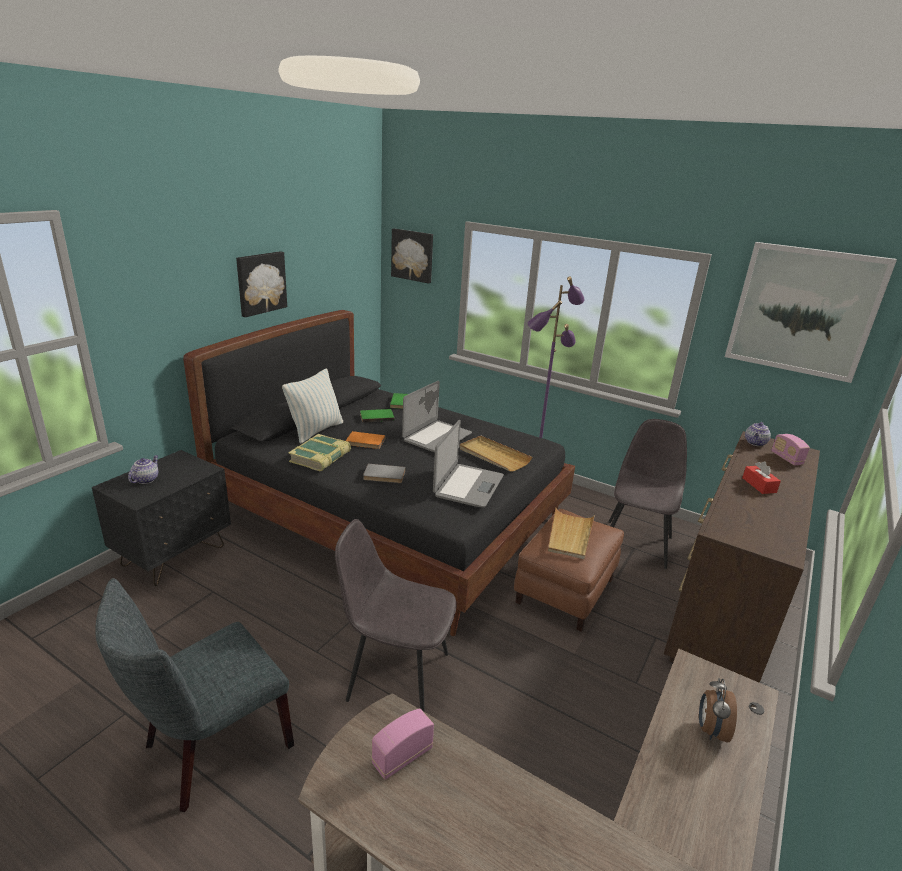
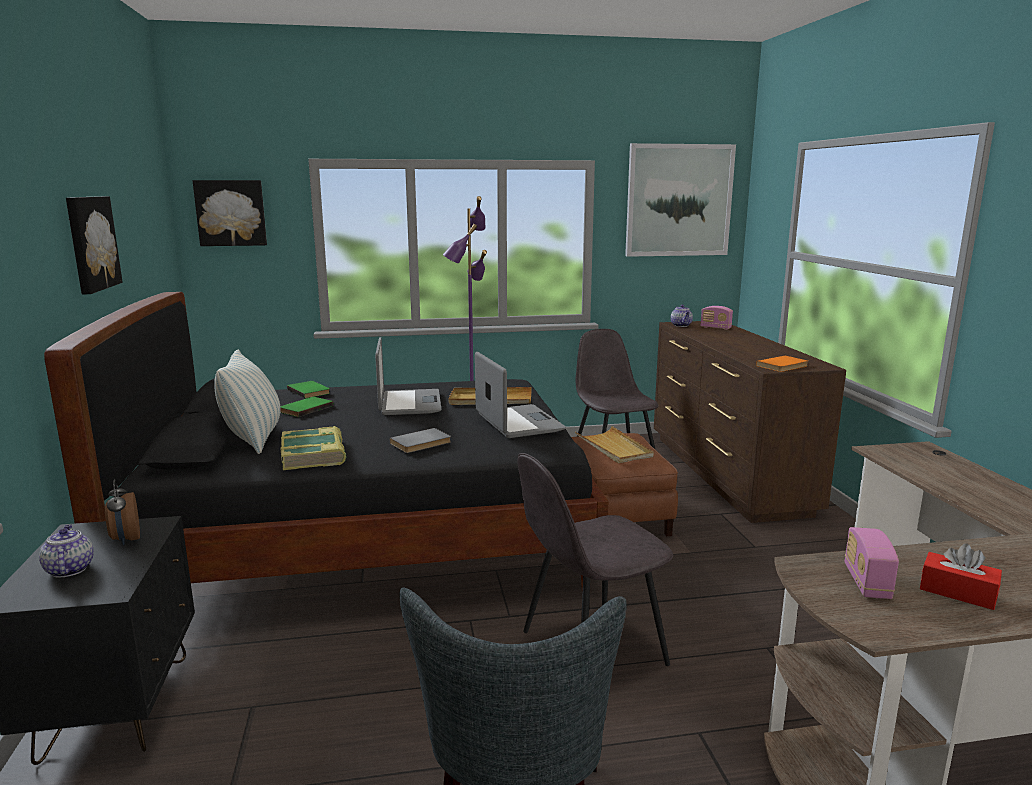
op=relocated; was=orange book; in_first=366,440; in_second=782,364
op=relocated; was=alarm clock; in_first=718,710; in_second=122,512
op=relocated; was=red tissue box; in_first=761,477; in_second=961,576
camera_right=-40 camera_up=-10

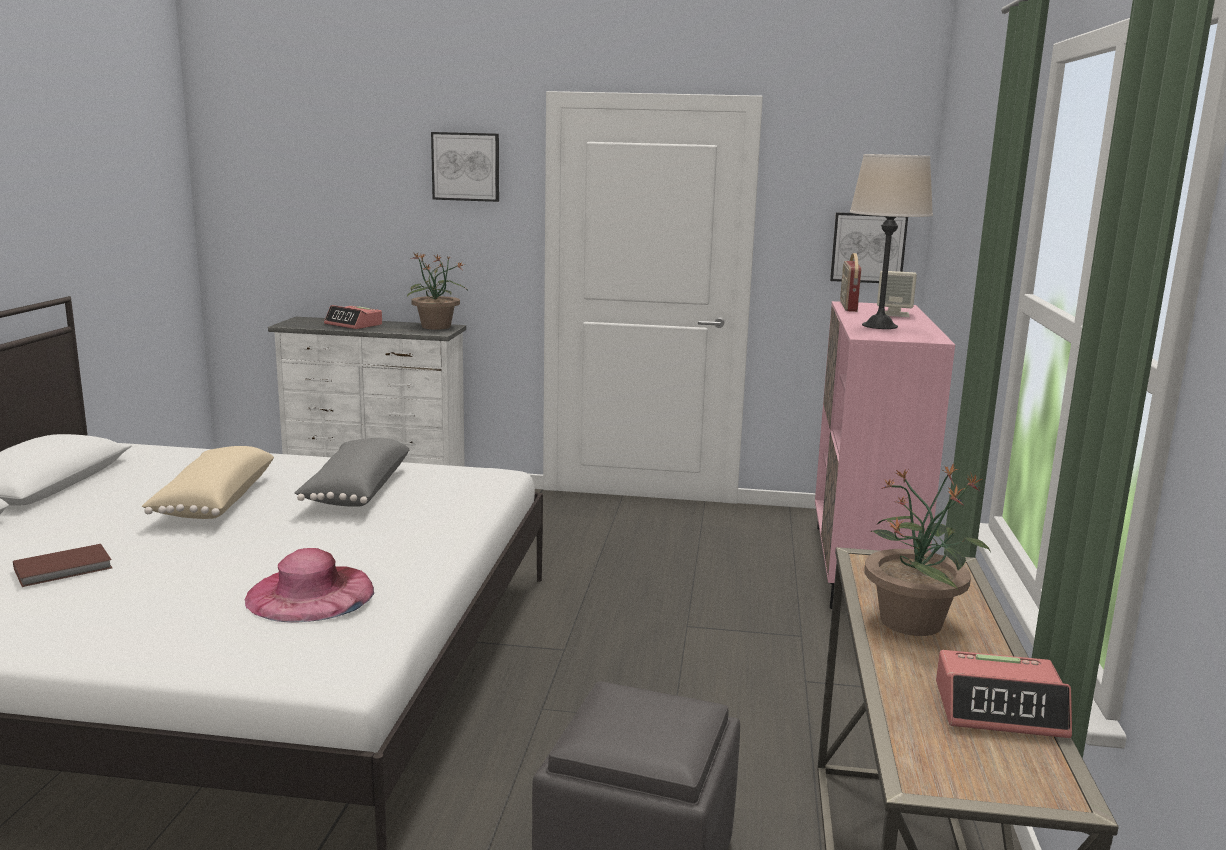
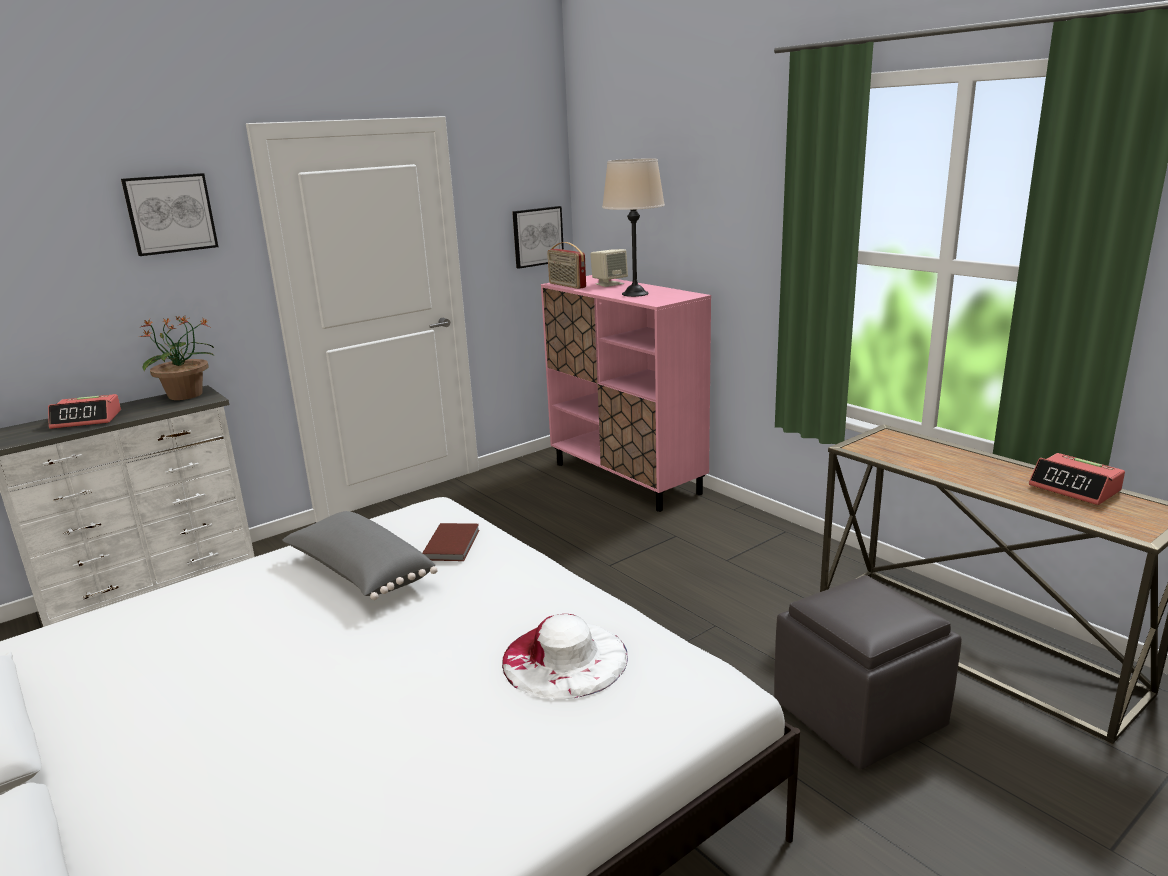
op=relocated; was=brown book; in_first=62,565; in_second=450,542
op=missing; was=beige pillow; in_first=208,482
op=colour; was=pink hat; now=white hat; in_first=309,585; in_second=565,657
op=missing; was=potted plant; in_first=928,549
op=spun; was=alarm clock; in_first=1004,694; in_second=1077,479; clockwise=90
camera_right=-45 camera_up=5

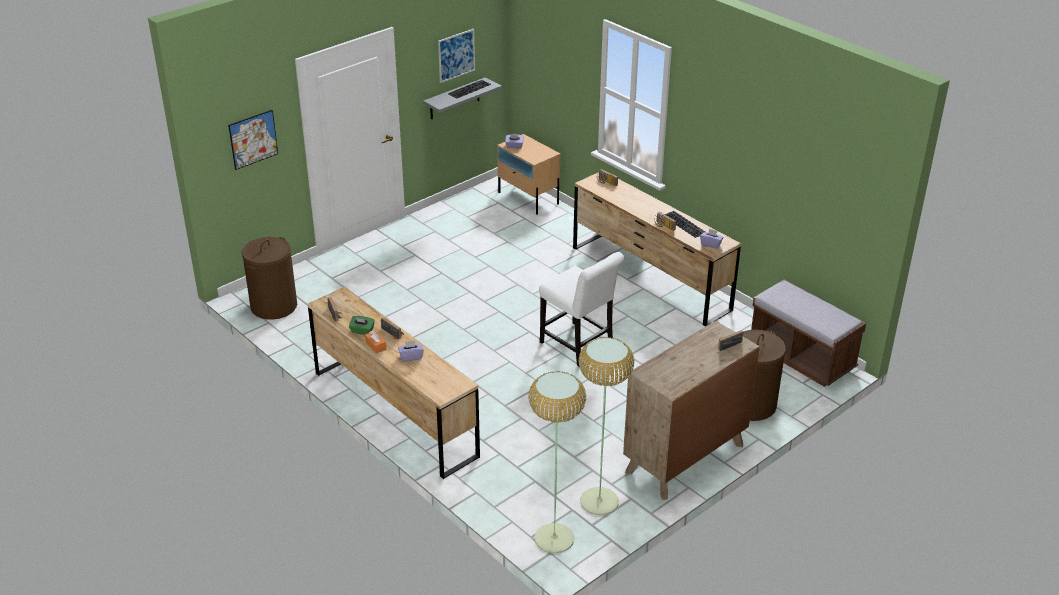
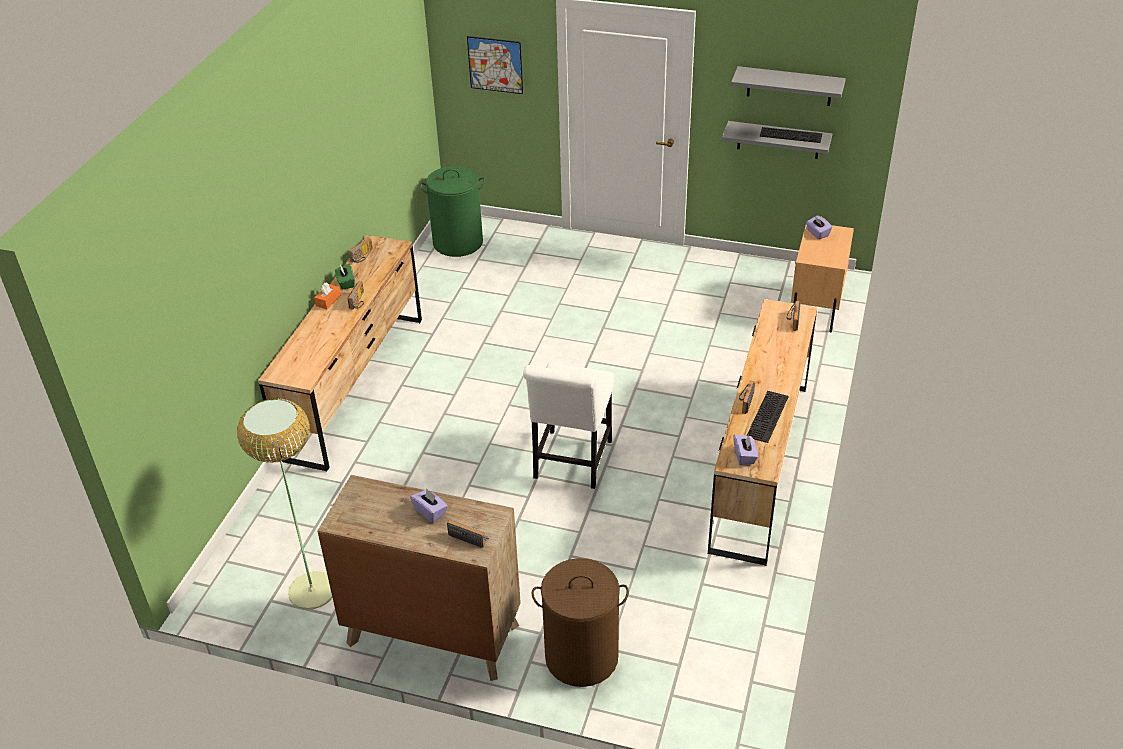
op=colour; was=brown laundry basket; now=green laundry basket; in_first=269,278; in_second=452,211
op=relocated; was=purple tissue box; in_first=411,351; in_second=429,506
op=exchanged; was=picture; now=grey shelf; in_first=456,56; in_second=788,86
op=missing; was=floor lamp; in_first=557,462
op=missing; was=brown bench; in_first=808,333
camera_right=60 camera_up=5

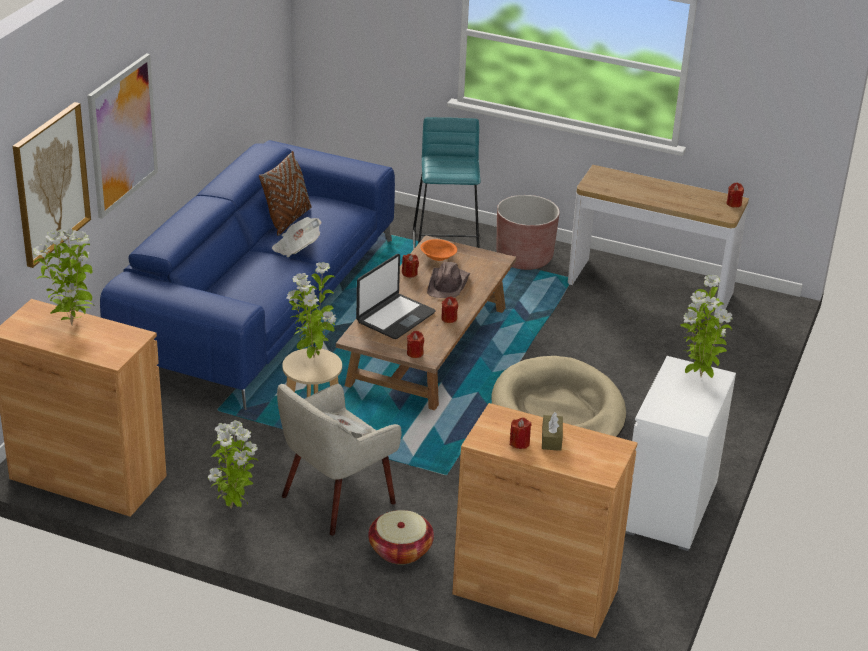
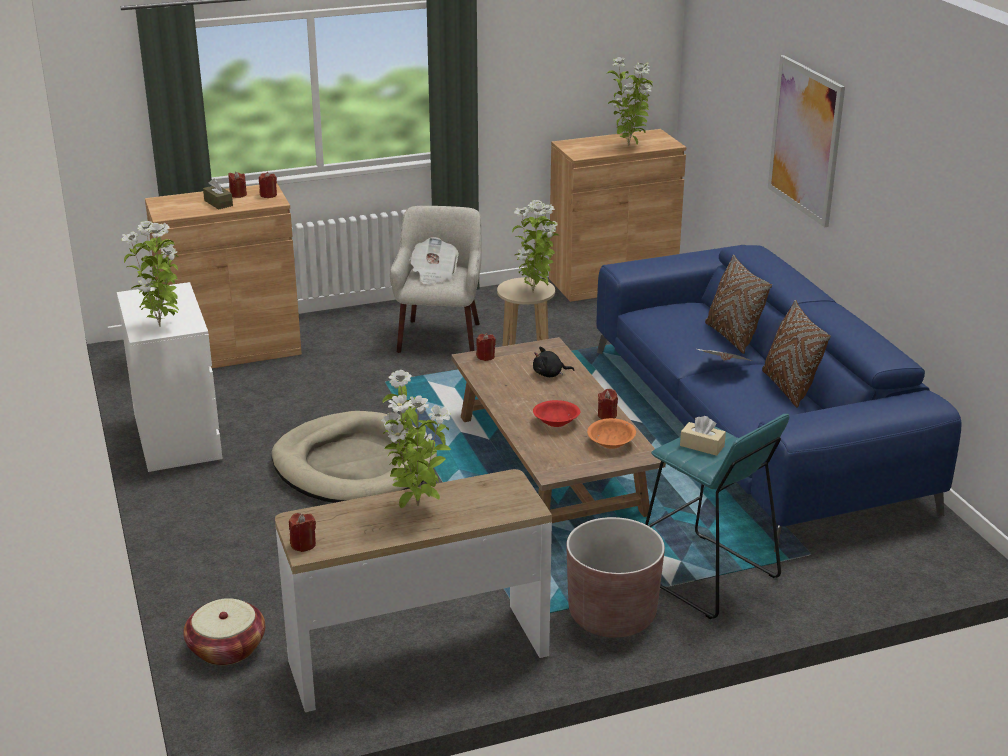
op=missing; was=picture; in_first=52,185
op=relocated; was=potted plant; in_first=233,464; in_second=416,439
op=exchanged; was=laptop; now=black plush toy; in_first=396,296; in_second=553,362
op=relocated; was=basket; in_first=401,537; in_second=224,631
op=exchanged; was=brown hat; now=red bowl; in_first=449,280; in_second=556,413
op=relocated; was=red candle; in_first=449,310; in_second=268,185
op=appeared; now=beige tissue box; in_second=703,436
op=appeared; now=brown pillow; in_second=738,304
camera_right=140 camera_up=-5

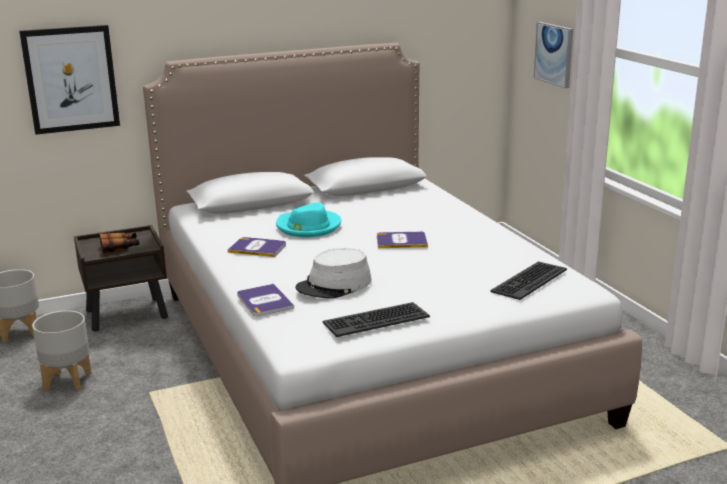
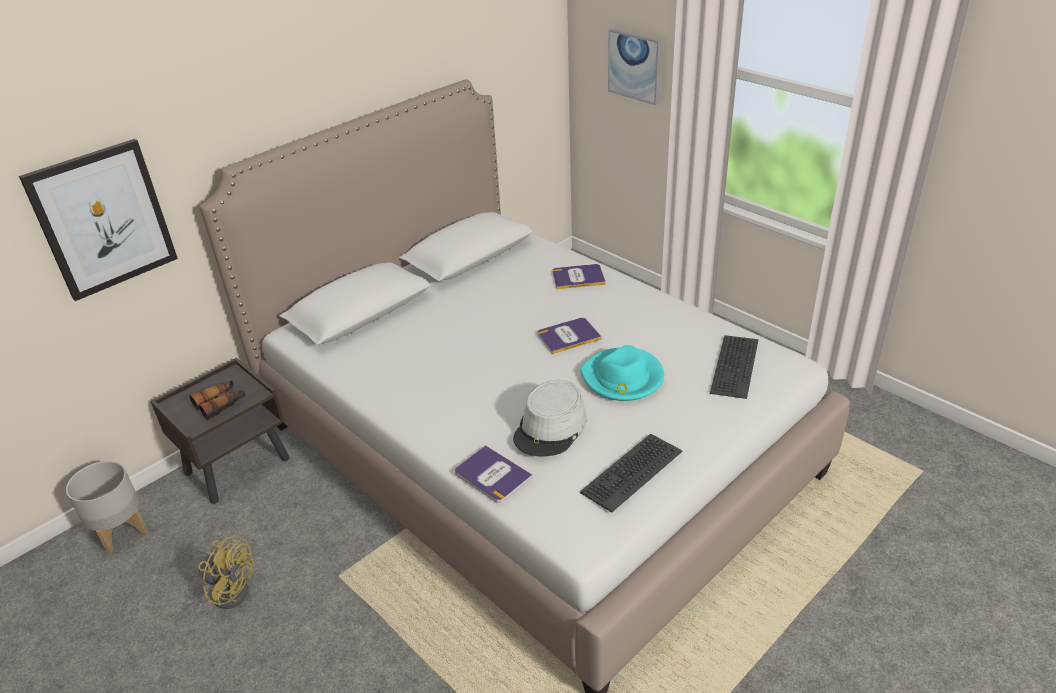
op=exchanged; was=grey planter; now=yellow fan; in_first=61,350; in_second=224,572
op=relocated; was=book; in_first=257,247; in_second=579,276
op=relocated; was=turquoise hat; in_first=308,219; in_second=622,373
camera_right=-20 camera_up=15

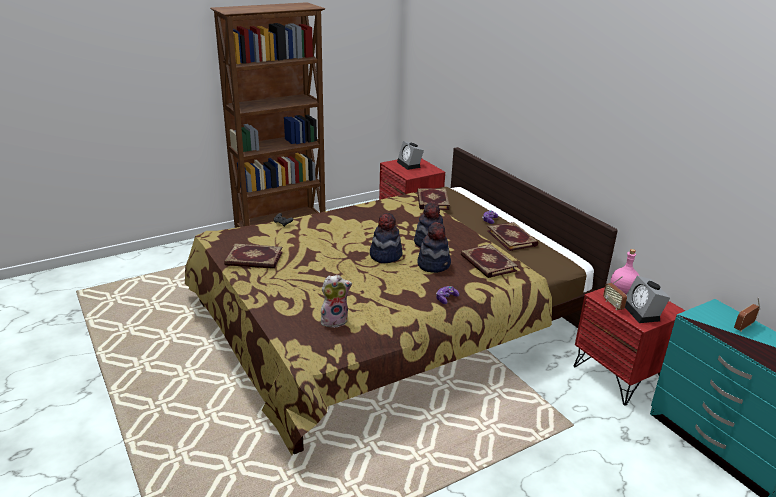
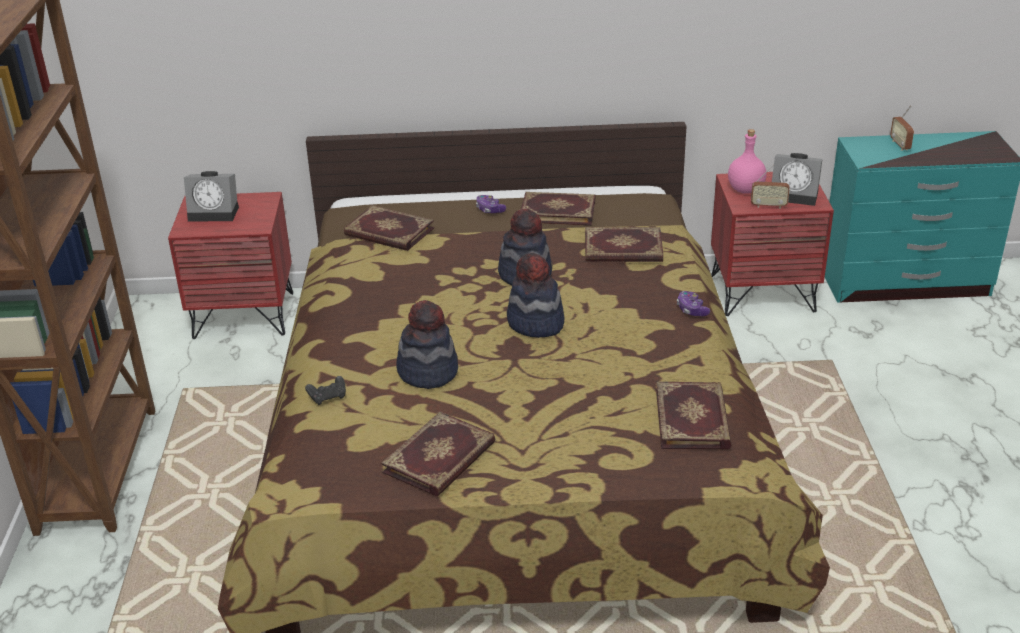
op=exchanged; was=plush toy; now=book; in_first=336,301; in_second=693,415
op=relocated; was=hat; in_first=434,247; in_second=427,344
camera_right=-60 camera_up=5

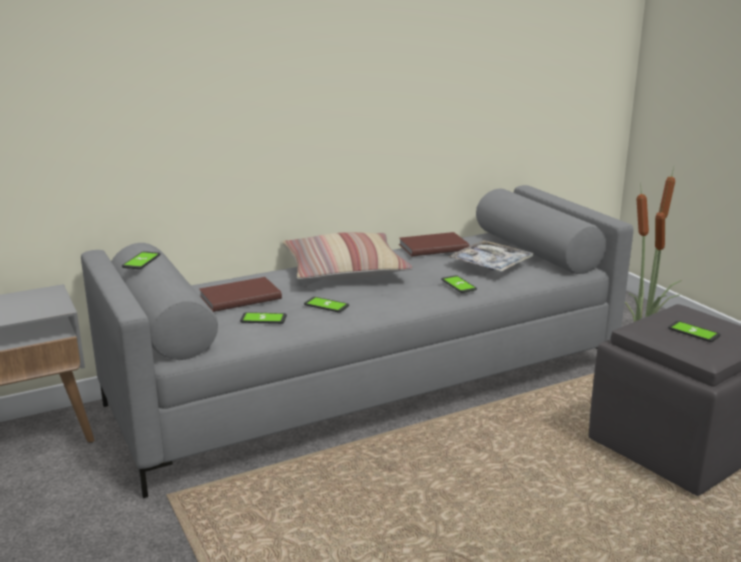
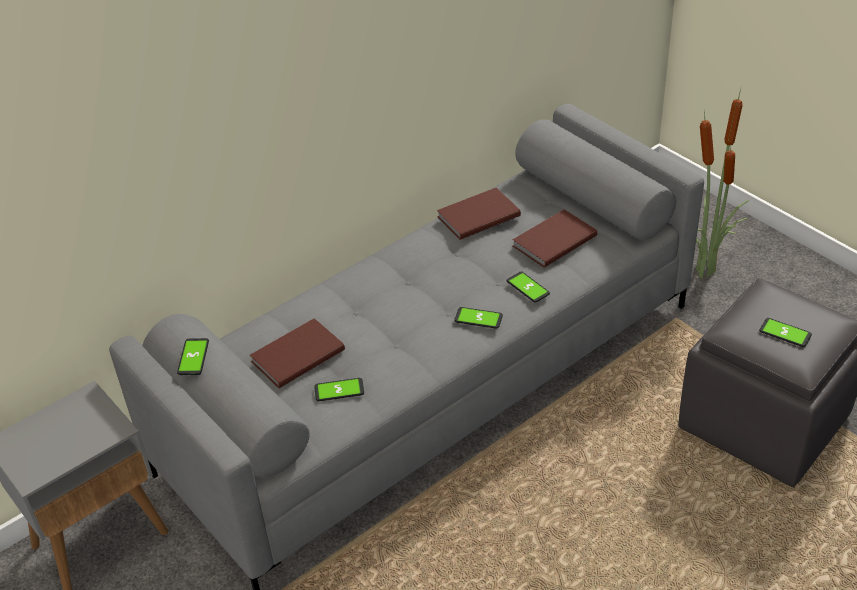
op=missing; was=pillow; in_first=347,256
op=relocated; was=phone; in_first=326,304; in_second=478,318
op=exchanged; was=tray; now=brown book; in_first=492,256; in_second=554,239
camera_right=-10 camera_up=20

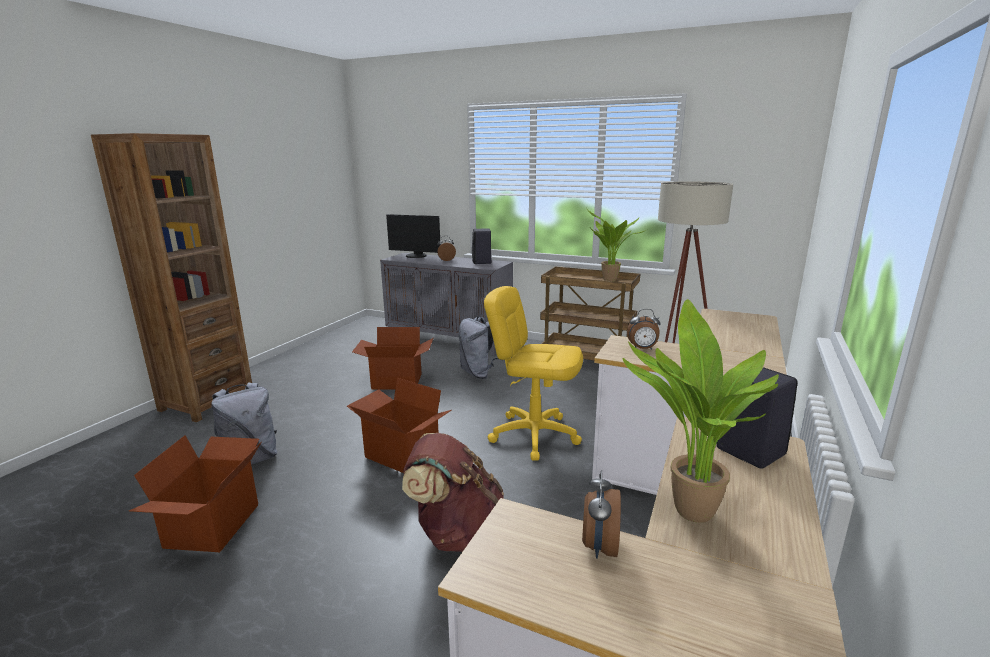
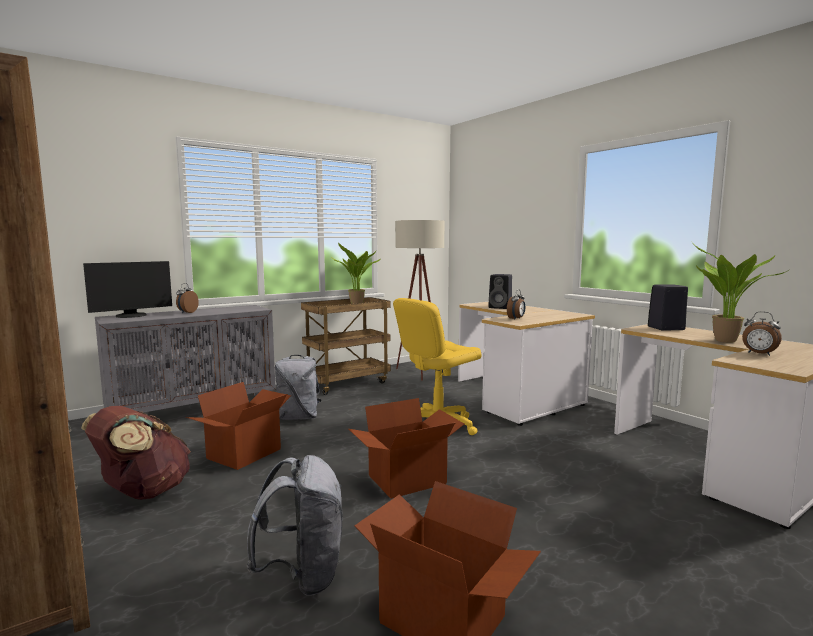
op=relocated; was=brown backpack; in_first=453,492; in_second=136,453
op=relocated; was=black speaker; in_first=482,246; in_second=500,291
camera_right=-60 camera_up=-10

